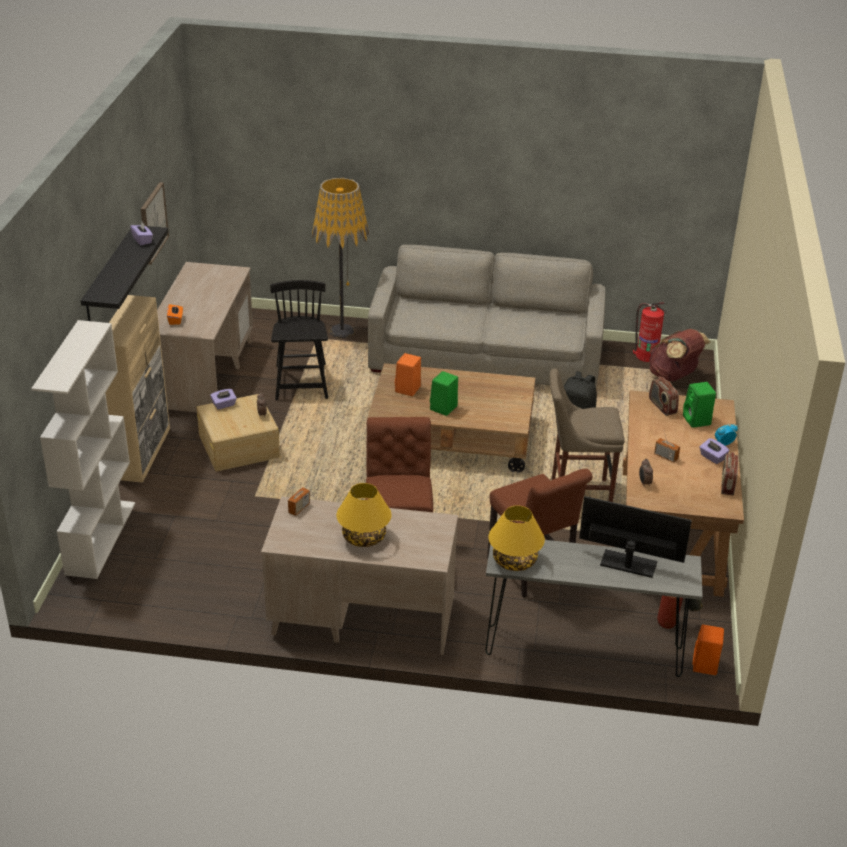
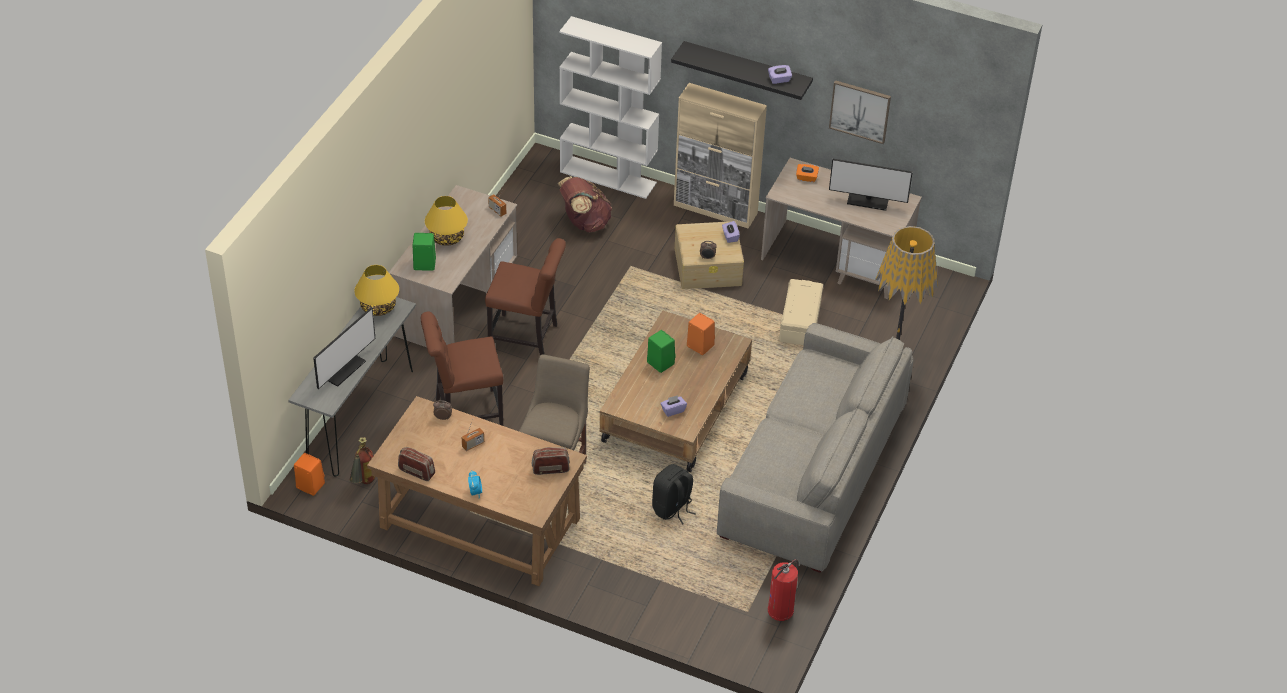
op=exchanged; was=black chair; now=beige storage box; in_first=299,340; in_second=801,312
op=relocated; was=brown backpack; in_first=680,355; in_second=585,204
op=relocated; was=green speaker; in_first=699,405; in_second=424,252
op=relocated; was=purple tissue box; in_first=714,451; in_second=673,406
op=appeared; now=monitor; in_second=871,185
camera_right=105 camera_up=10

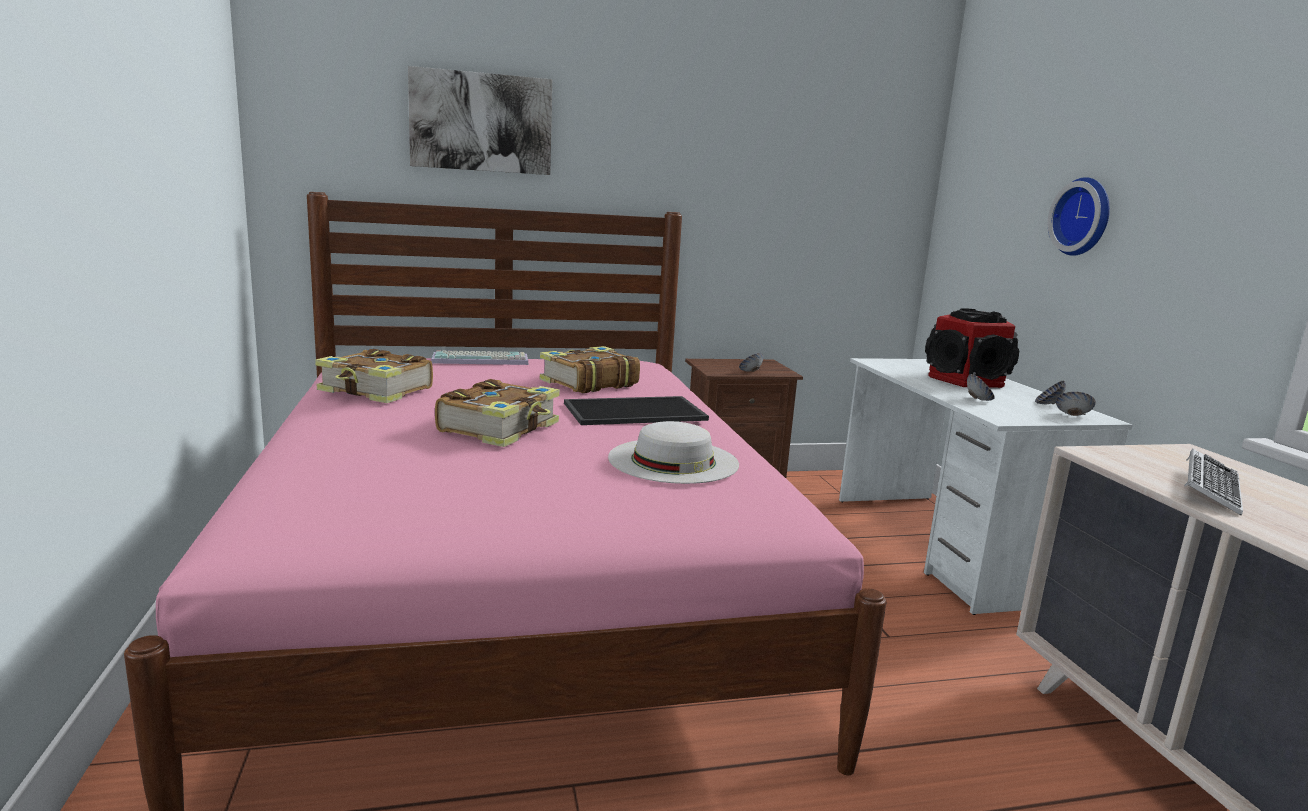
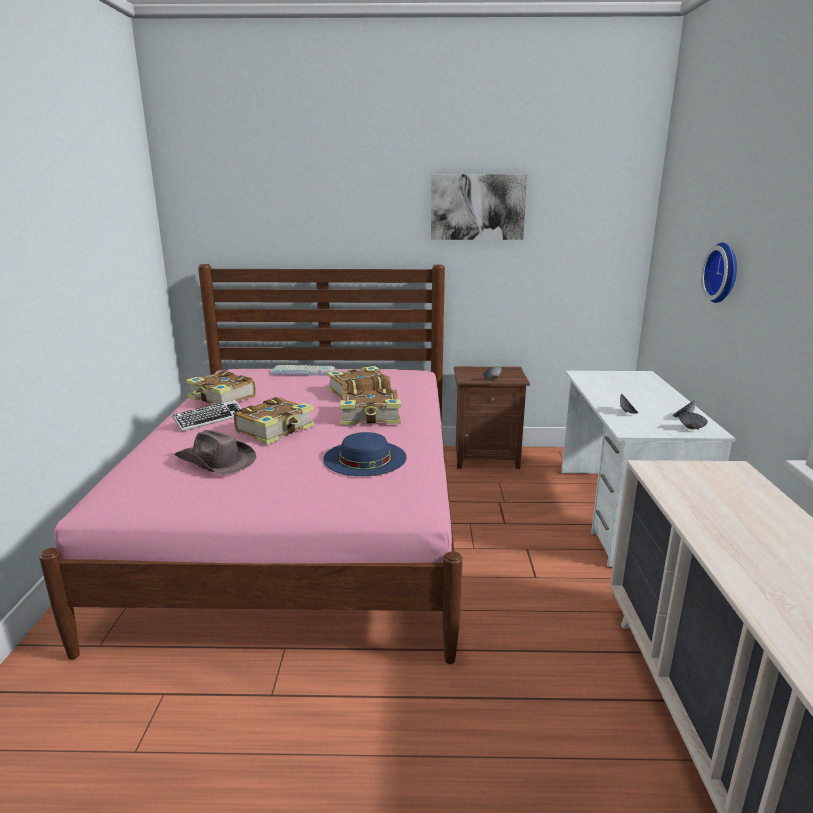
op=relocated; was=picture; in_first=480,120; in_second=479,207
op=exchanged; was=tray; now=book; in_first=636,410; in_second=370,406
op=colour; was=white hat; now=blue hat; in_first=673,452; in_second=365,454
op=missing; was=speaker; in_first=972,348
op=relocated; was=keyboard; in_first=1214,482; in_second=207,415
op=appeared; now=brown hat; in_second=215,452
camera_right=15 camera_up=5

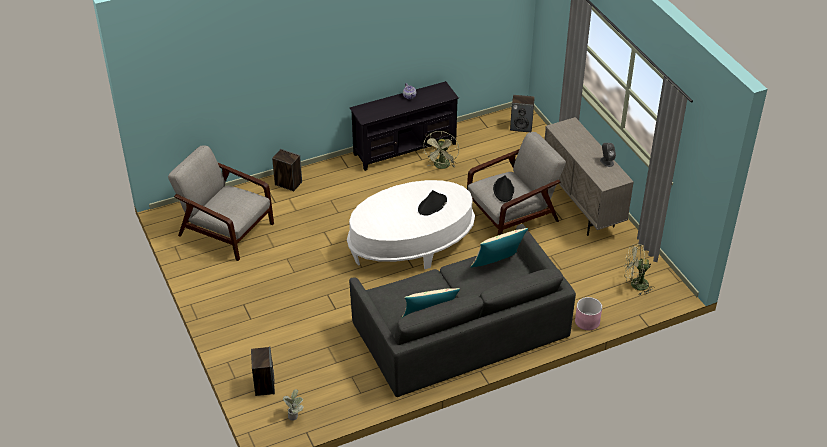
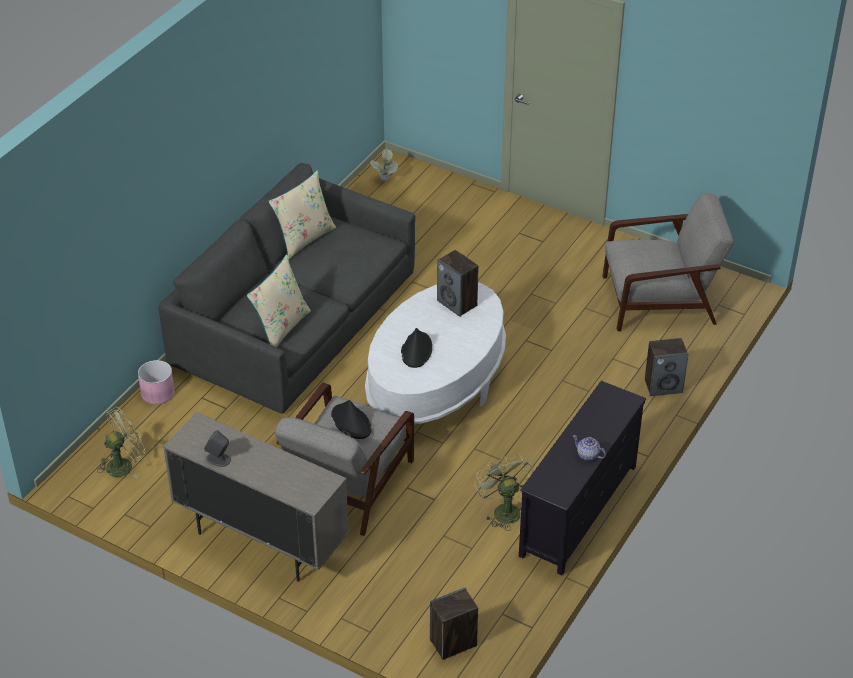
op=relocated; was=speaker; in_first=263,371; in_second=457,283
camera_right=145 camera_up=0

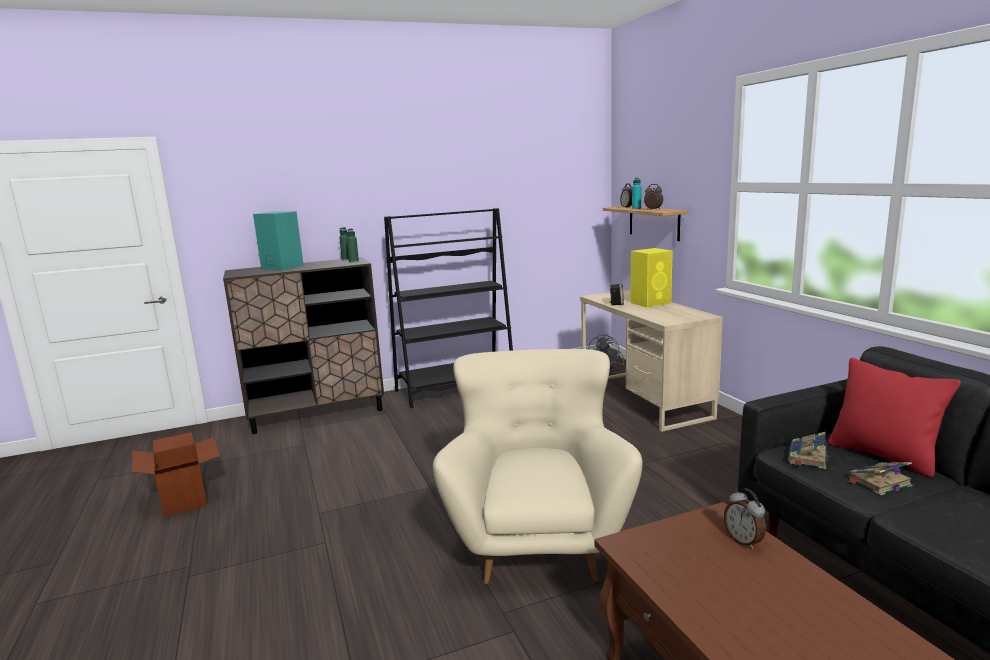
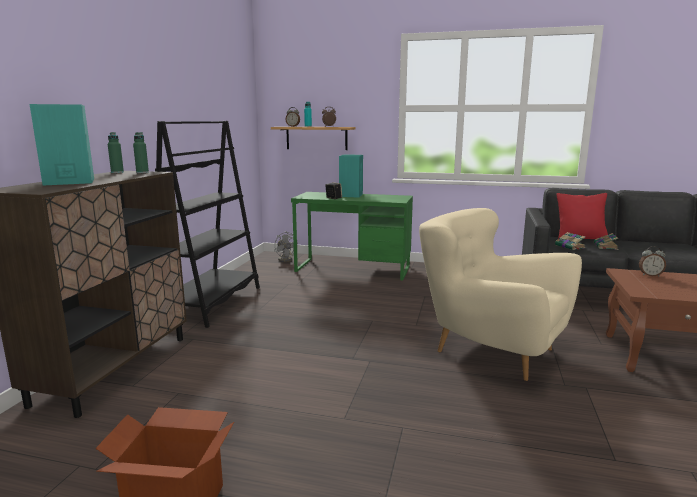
op=colour; was=beige desk; now=green desk; in_first=651,361; in_second=352,236
op=colour; was=yellow speaker; now=turquoise speaker; in_first=651,278; in_second=351,176
camera_right=-55 camera_up=0

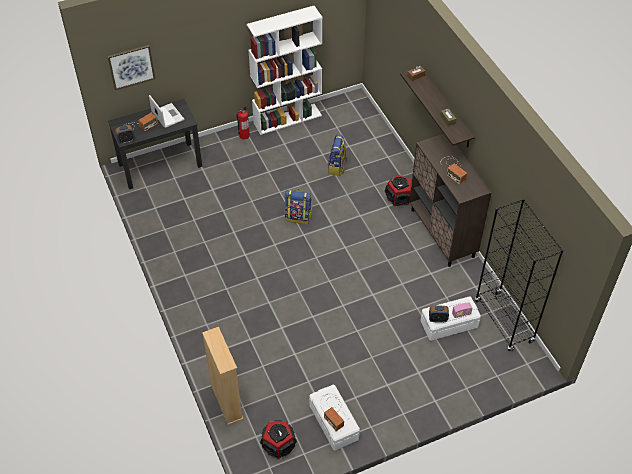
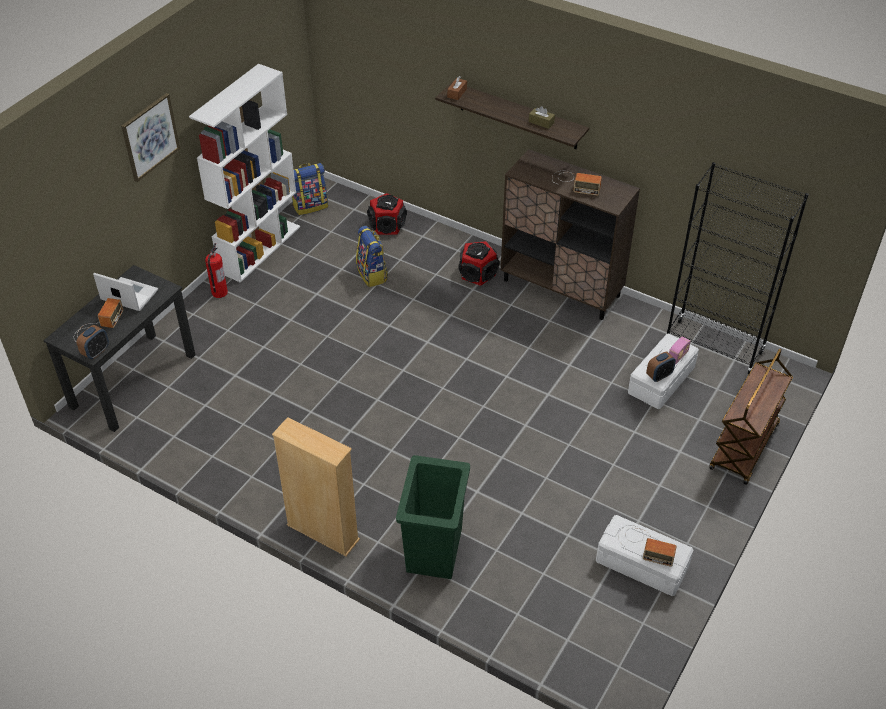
op=relocated; was=picture; in_first=131,67; in_second=150,137
op=relocated; was=beige bookcase; in_first=222,376; in_second=316,486
op=relocated; was=speaker; in_first=278,439; in_second=387,214
op=relocated; was=backpack; in_first=298,206; in_second=310,189
op=appeared; now=green trash can; in_second=433,517
op=appeared; now=brown cart; in_second=751,416
camera_right=-35 camera_up=-5

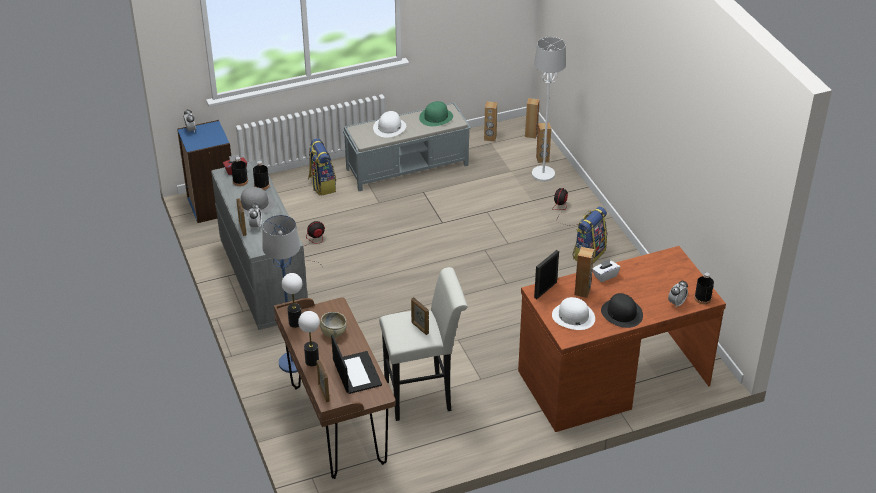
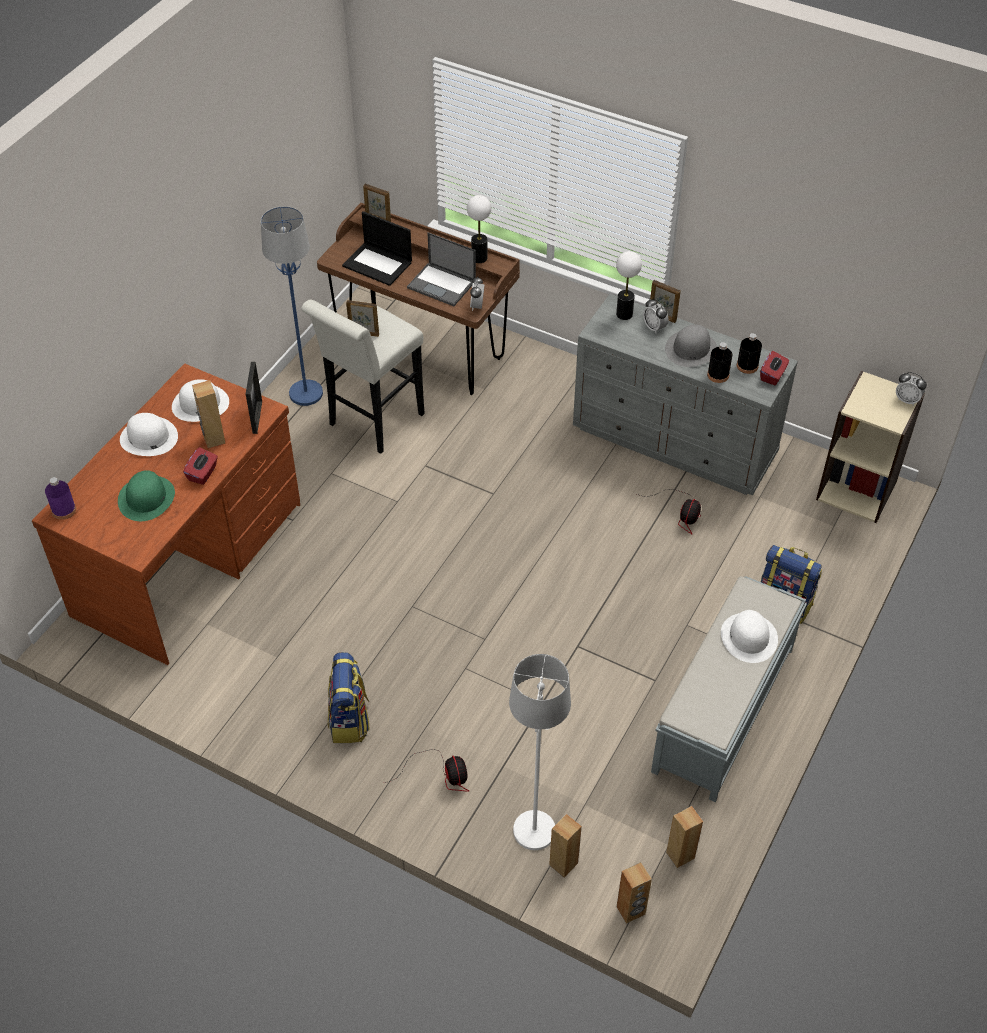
op=colour; was=blue bookcase; now=beige bookcase; in_first=204,171; in_second=870,447
op=relocated; was=blue floor lamp; in_first=281,294; in_second=292,306
op=relocated; was=table lamp; in_first=309,338; in_second=629,285
op=exchanged; was=beige bowl; now=laptop; in_first=333,325; in_second=441,269
op=relocated; was=green hat; in_first=436,113; in_second=146,495
op=colour; was=white tissue box; now=red tissue box; in_first=606,270; in_second=200,466
op=colour; was=black hat; now=white hat; in_first=622,310; in_second=149,434
op=relocated; was=alarm clock; in_first=678,293; in_second=477,294
op=colour; was=black bottle; now=purple bottle; in_first=704,288; in_second=60,498
camera_right=140 camera_up=10

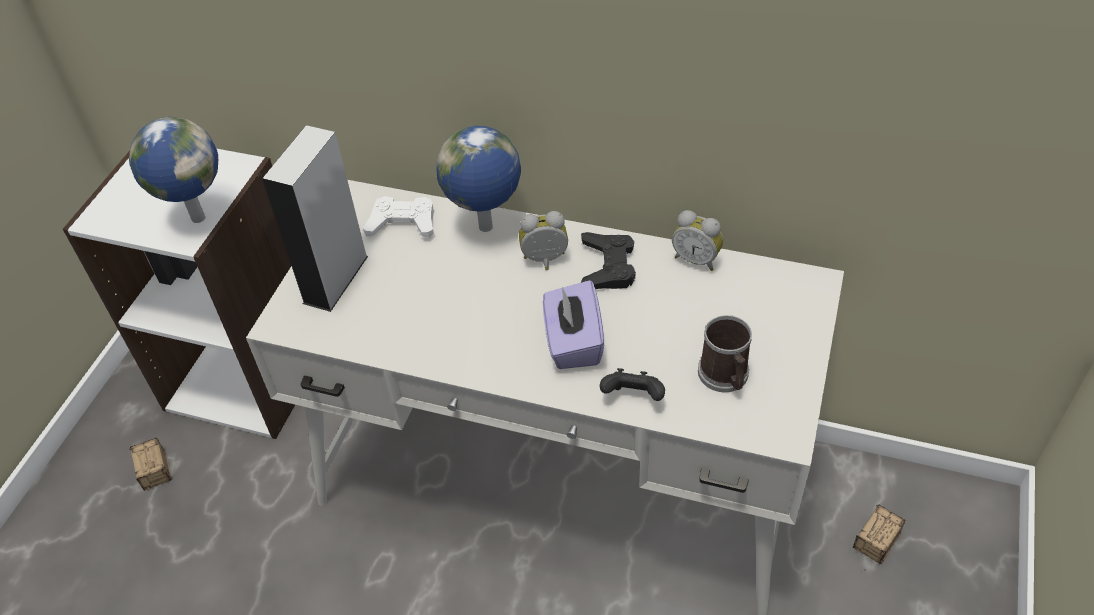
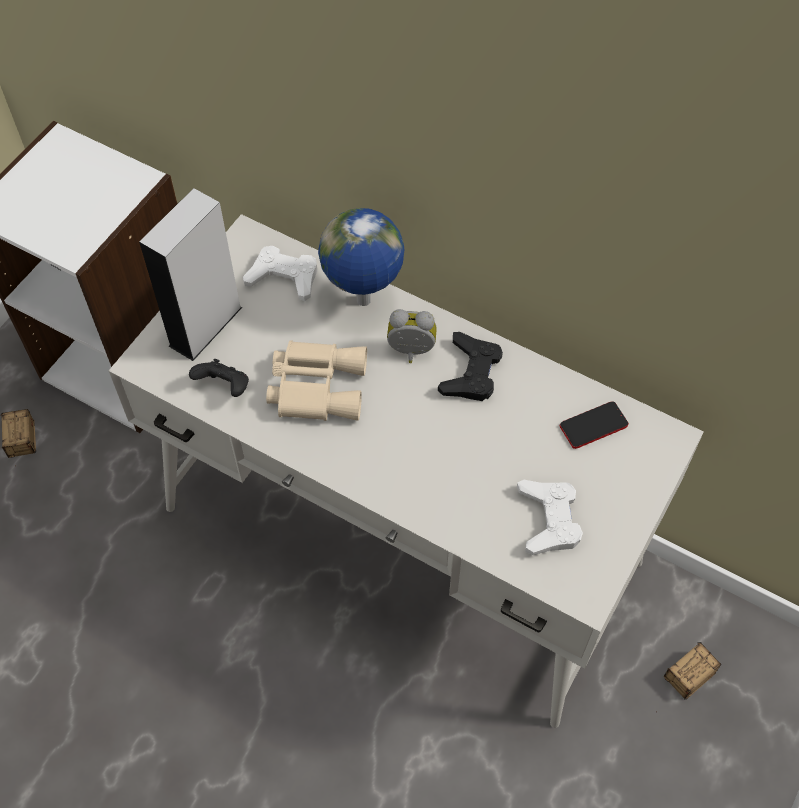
op=missing; was=globe; in_first=173,170
op=missing; was=purple tissue box; in_first=573,324
op=relocated; was=black game controller; in_first=632,384; in_second=219,378
op=missing; was=alarm clock; in_first=697,240
op=exchanged; was=mug; now=white game controller; in_first=725,353; in_second=550,517
op=appeared; now=beige binoculars; in_second=316,380
op=appeared; now=phone; in_second=594,425
camera_right=10 camera_up=10

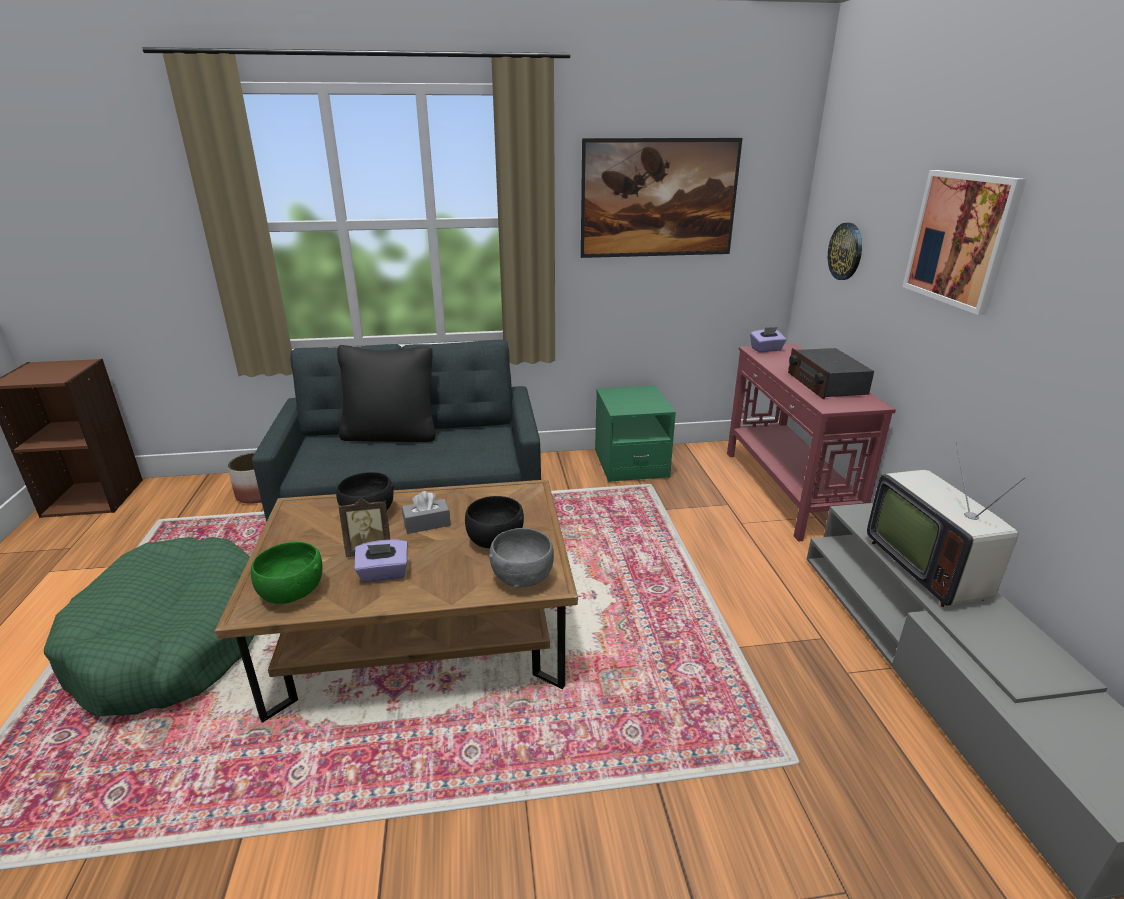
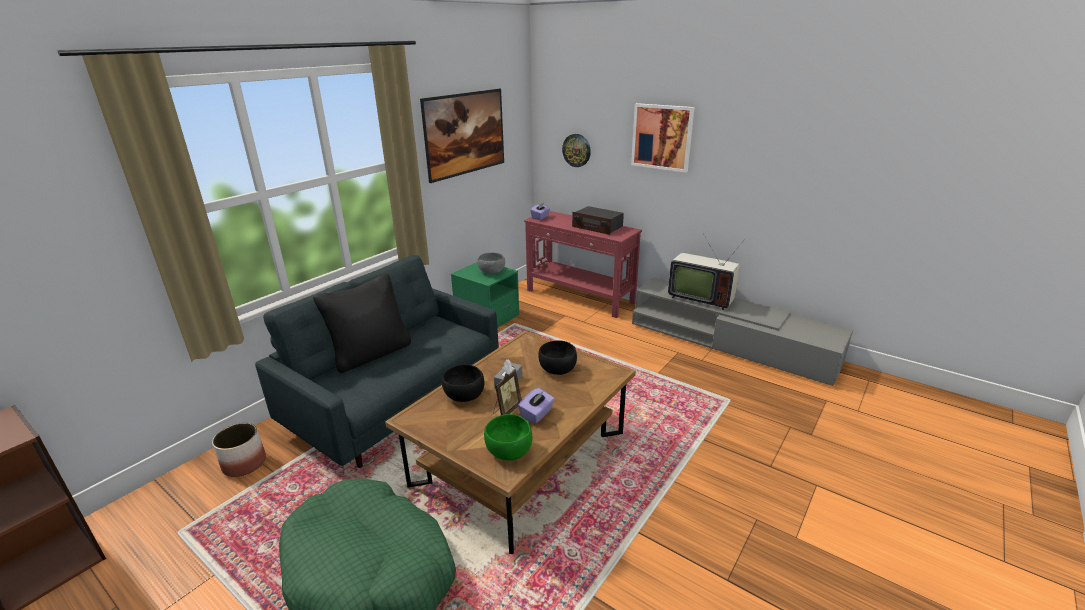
op=relocated; was=grey bowl; in_first=521,558; in_second=491,263
camera_right=-45 camera_up=0

